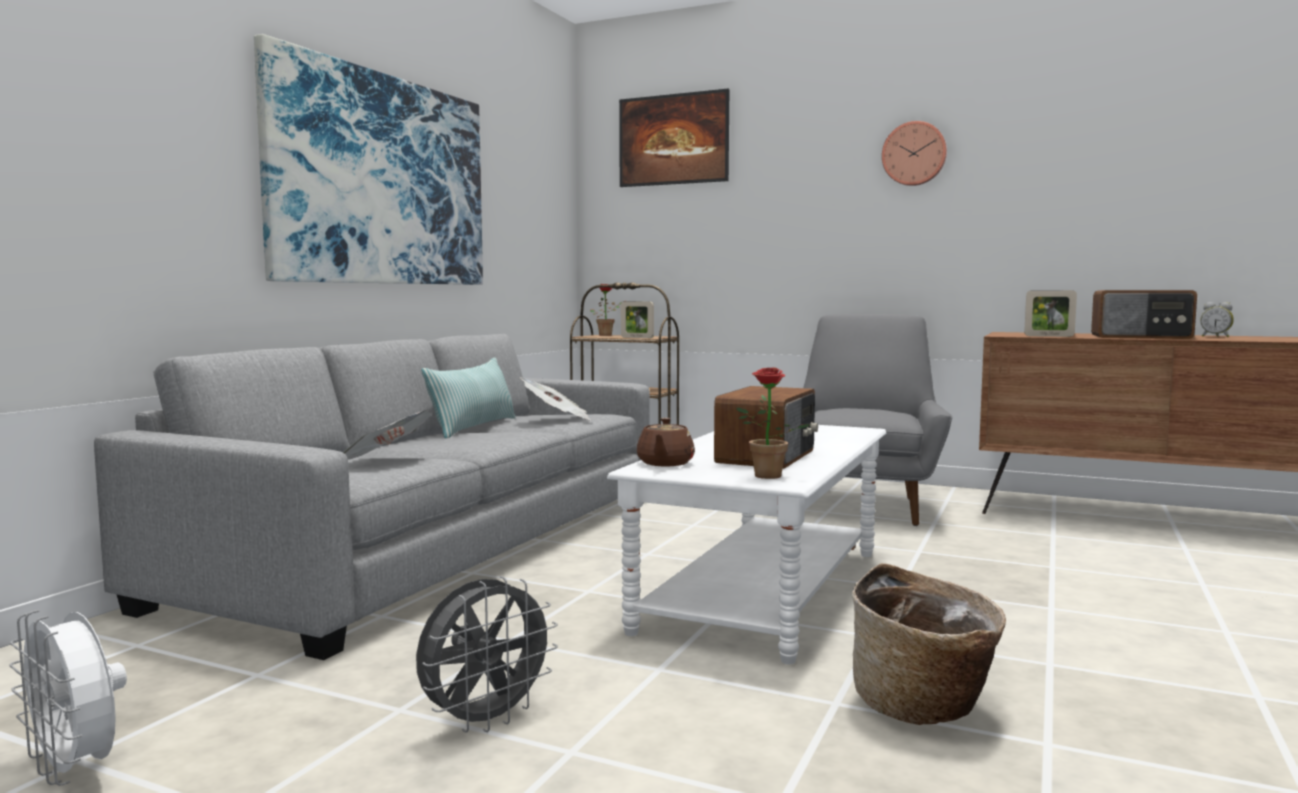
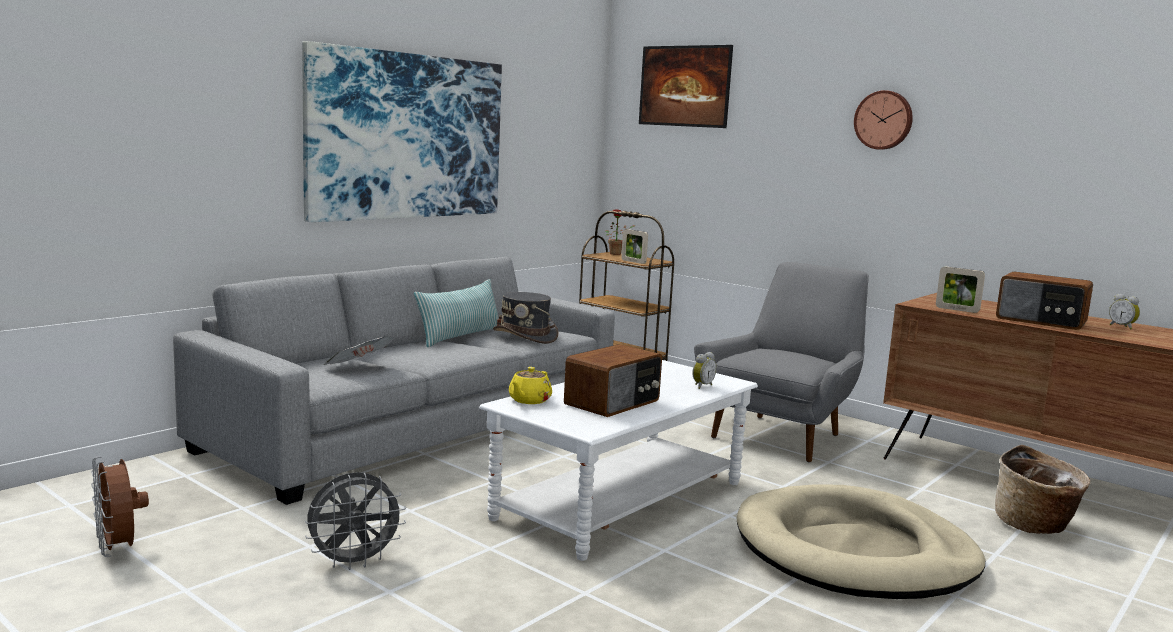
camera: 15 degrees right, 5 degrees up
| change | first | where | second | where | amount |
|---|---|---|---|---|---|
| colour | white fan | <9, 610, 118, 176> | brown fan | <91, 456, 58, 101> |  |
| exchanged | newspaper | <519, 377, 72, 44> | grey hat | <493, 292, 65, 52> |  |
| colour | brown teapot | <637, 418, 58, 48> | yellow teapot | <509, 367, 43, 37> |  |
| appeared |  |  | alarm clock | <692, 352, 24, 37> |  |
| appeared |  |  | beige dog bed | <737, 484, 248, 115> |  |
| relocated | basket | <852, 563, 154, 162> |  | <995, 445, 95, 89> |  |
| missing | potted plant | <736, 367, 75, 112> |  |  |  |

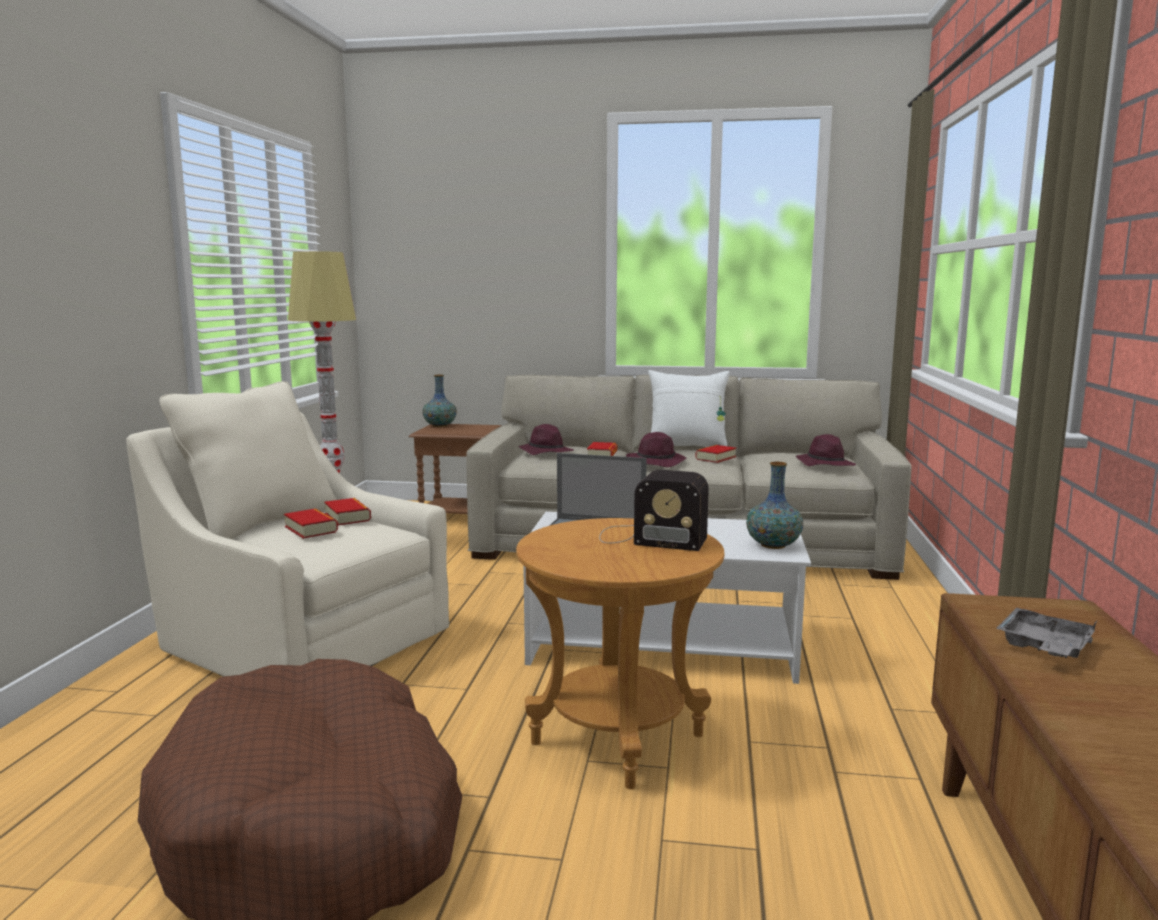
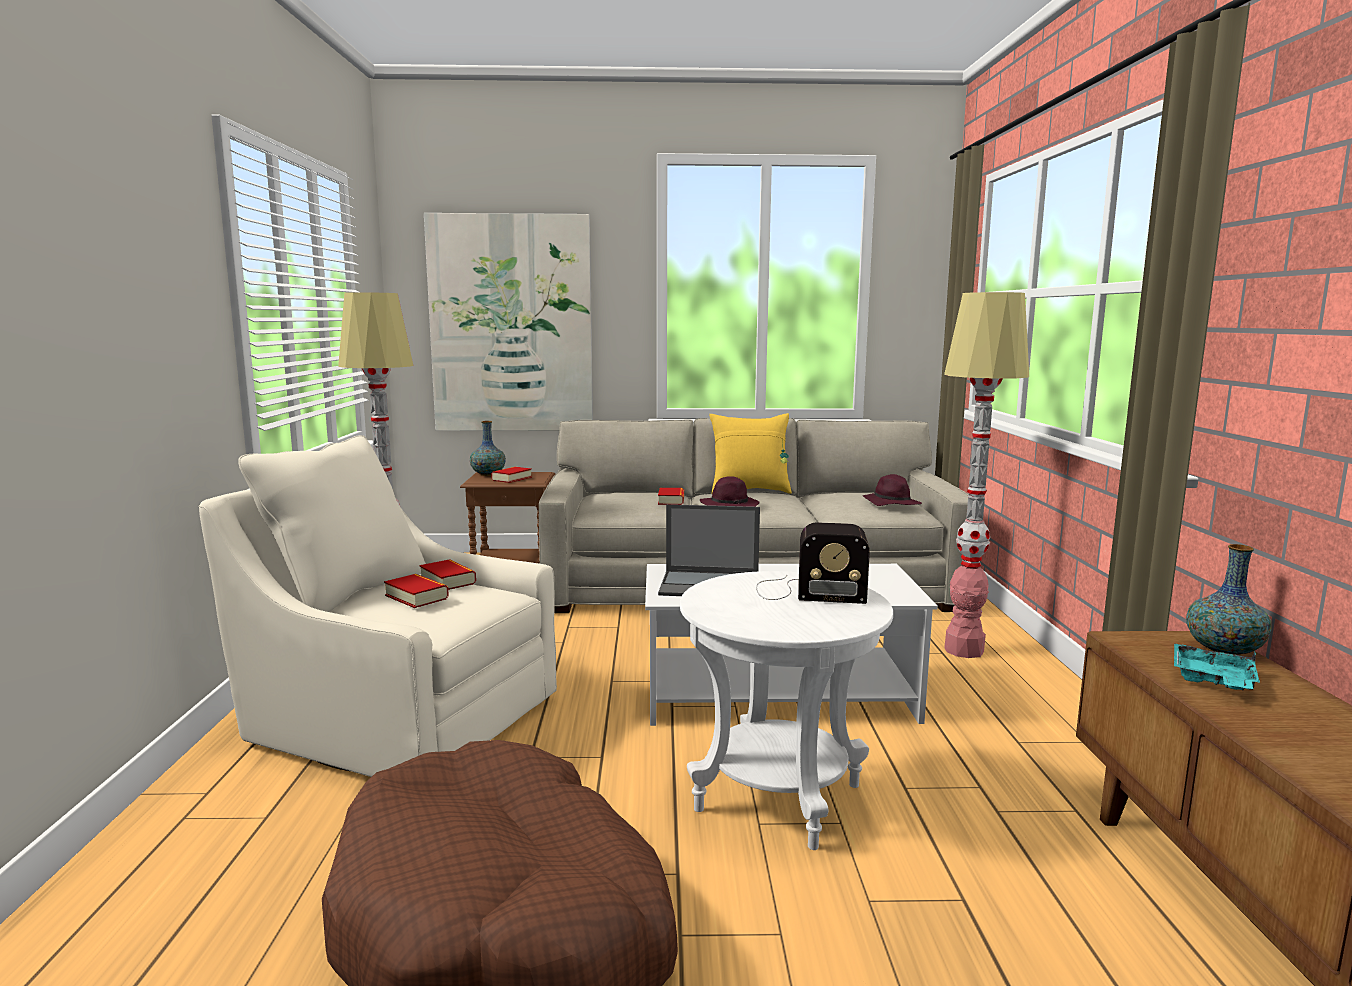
camera: 10 degrees left, 0 degrees up
| change | first | where | second | where | amount |
|---|---|---|---|---|---|
| appeared |  |  | picture | <424, 213, 169, 218> |  |
| relocated | book | <696, 445, 41, 18> |  | <491, 467, 41, 16> |  |
| colour | brown side table | <516, 518, 208, 271> | white side table | <680, 571, 213, 279> |  |
| colour | white pillow | <648, 370, 81, 77> | yellow pillow | <709, 413, 83, 81> |  |
| appeared |  |  | floor lamp | <944, 292, 85, 366> |  |
| colour | grey tray | <996, 608, 101, 50> | turquoise tray | <1174, 643, 86, 48> |  |
| relocated | vase | <746, 462, 57, 87> |  | <1186, 544, 86, 112> |  |
| missing | purple hat | <518, 424, 56, 31> |  |  |  |

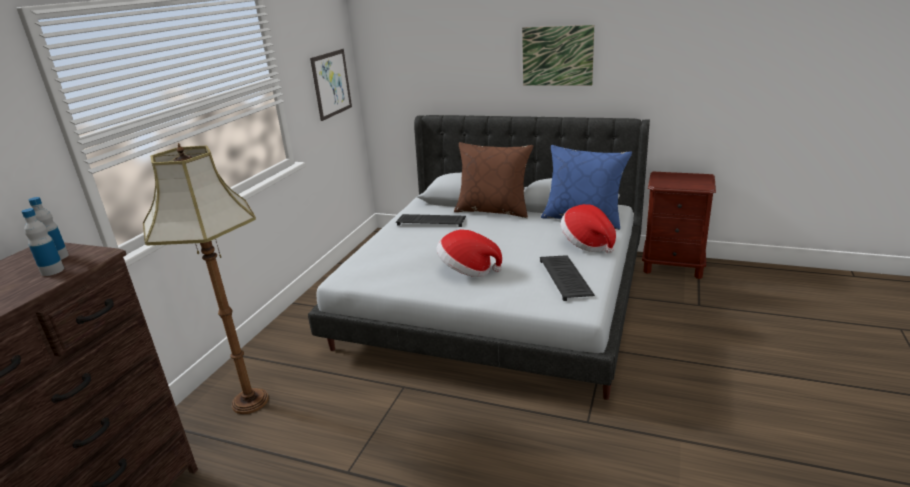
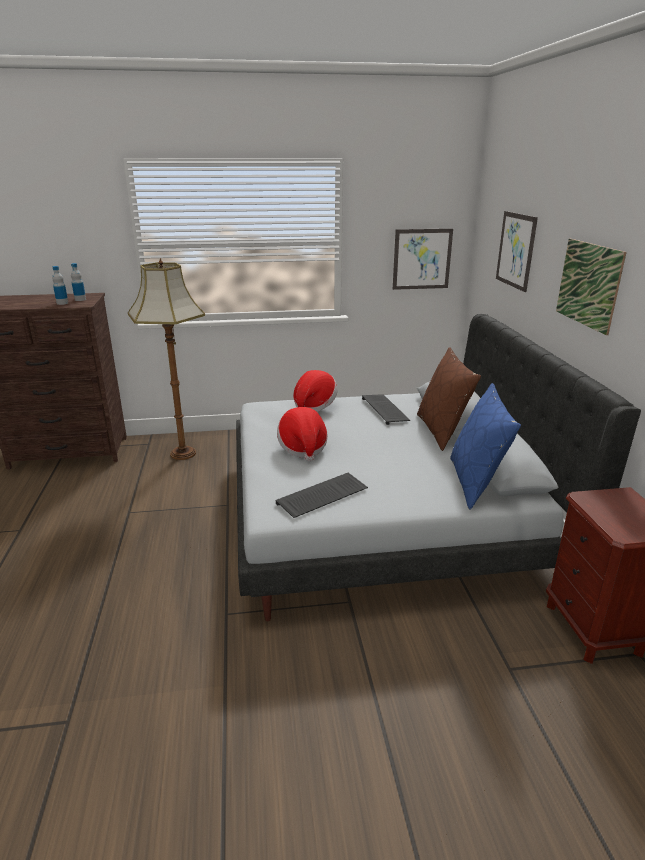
camera: 60 degrees right, 0 degrees up
| change | first | where | second | where | amount |
|---|---|---|---|---|---|
| relocated | hat | <561, 204, 55, 49> |  | <293, 370, 45, 42> |  |
| appeared |  |  | picture | <496, 211, 42, 81> |  |

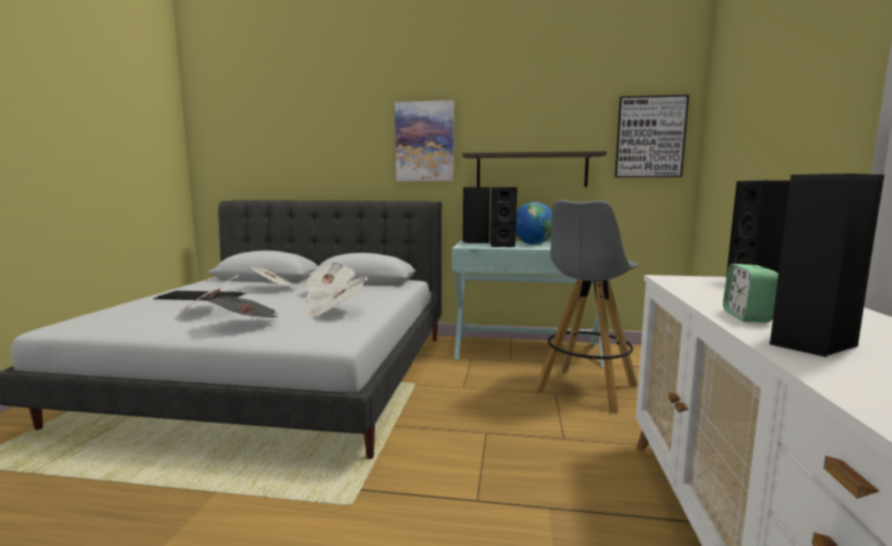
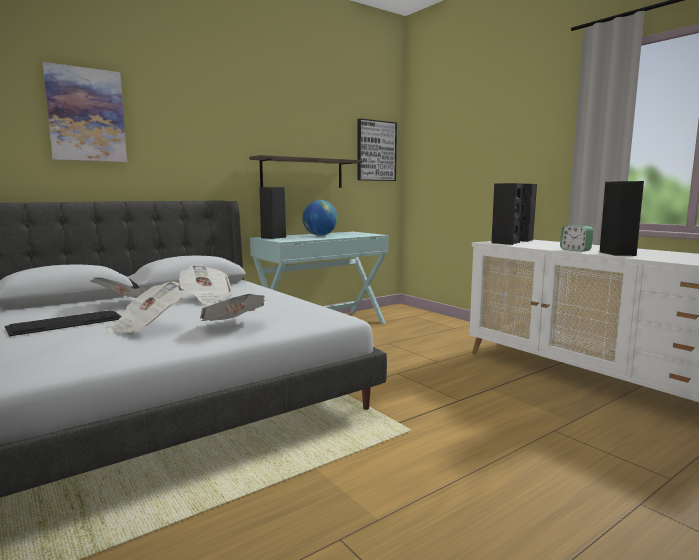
camera: 45 degrees left, 0 degrees up
| change | first | where | second | where | amount |
|---|---|---|---|---|---|
| relocated | picture | <395, 100, 59, 81> |  | <43, 62, 84, 100> |  |
| relocated | black speaker | <490, 187, 27, 60> |  | <491, 183, 33, 62> |  |
| missing | newspaper | <306, 277, 62, 40> |  |  |  |
| missing | grey stool | <534, 200, 105, 212> |  |  |  |

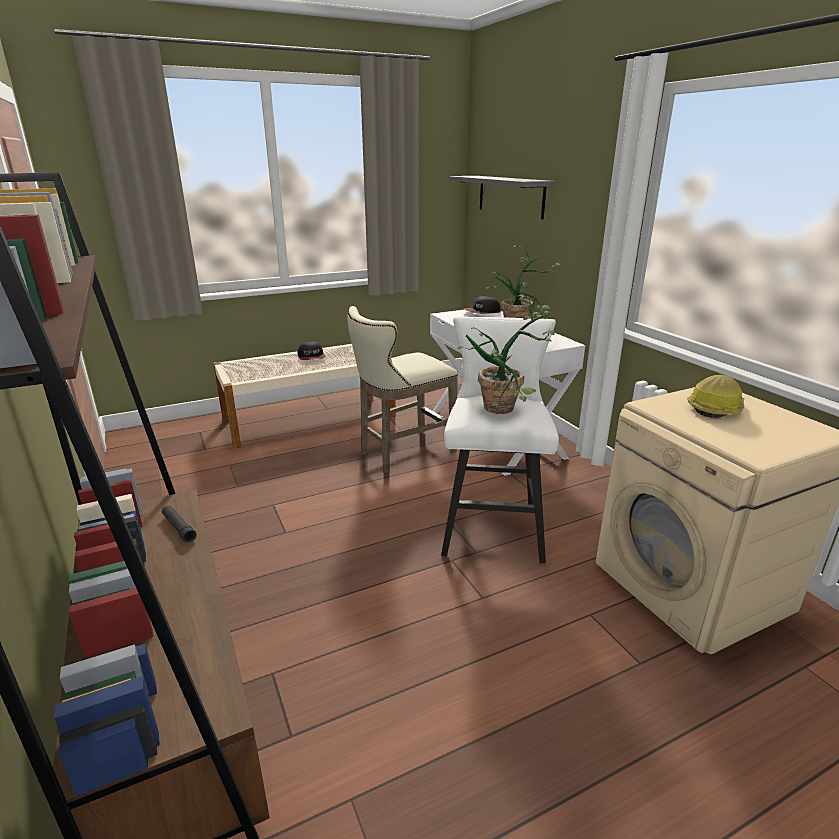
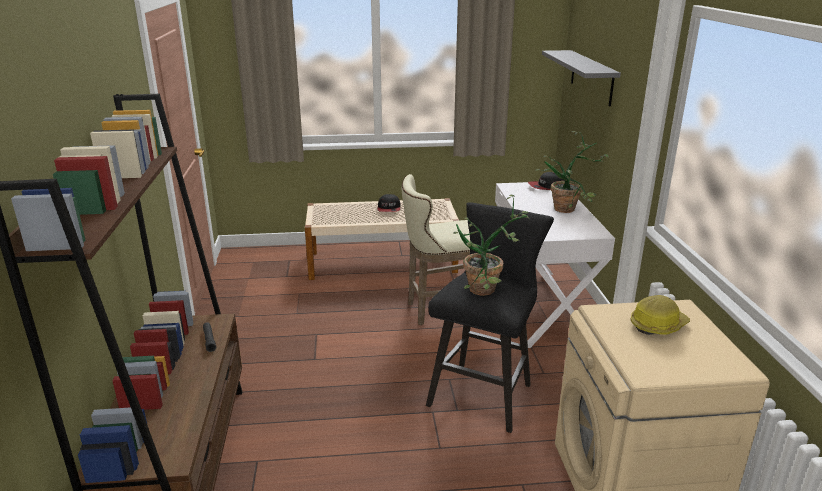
camera: 20 degrees right, 0 degrees up
| change | first | where | second | where | amount |
|---|---|---|---|---|---|
| colour | white stool | <441, 316, 118, 247> | black stool | <426, 202, 128, 231> |  |

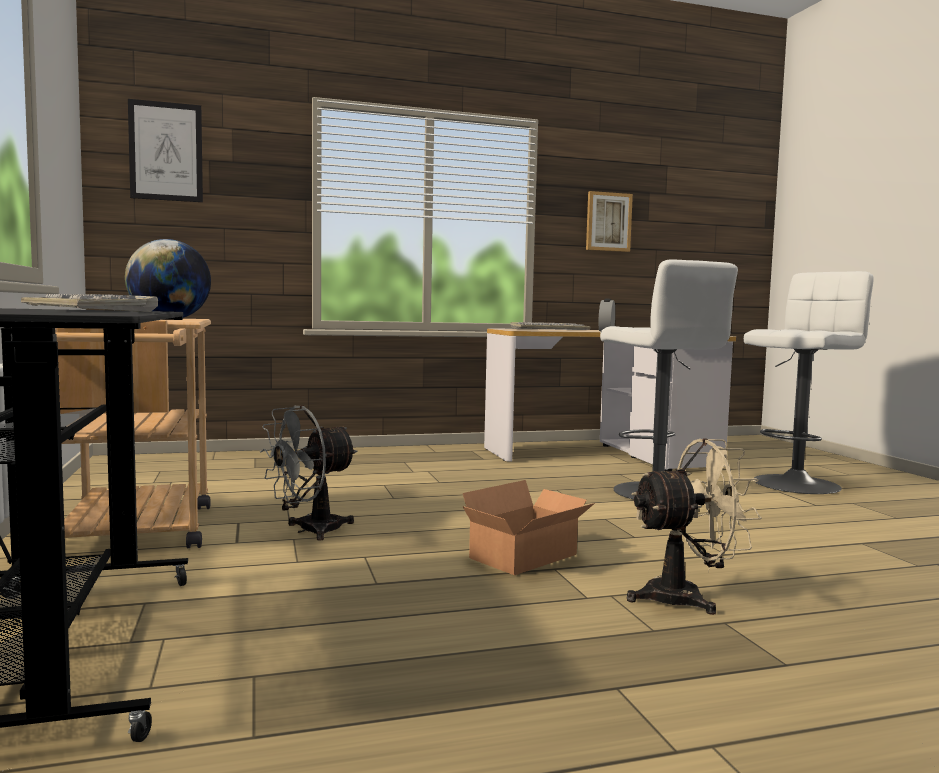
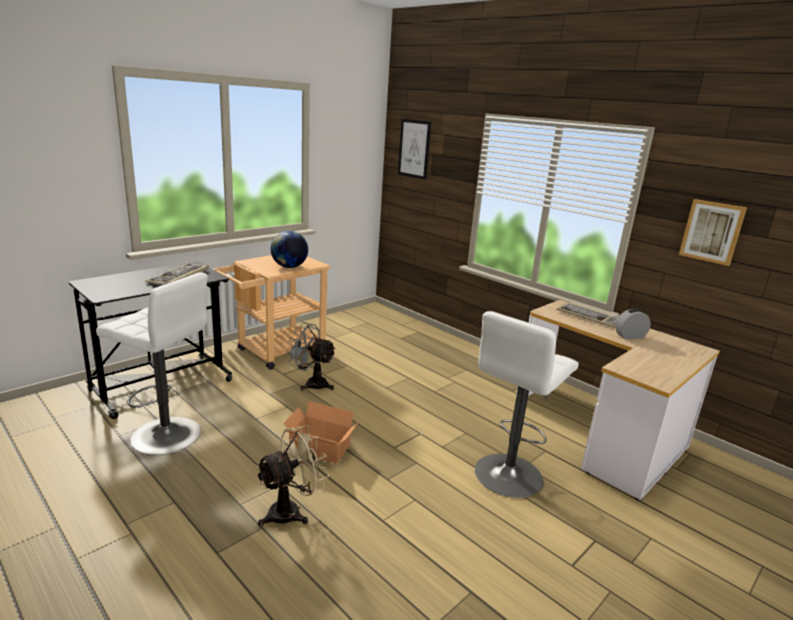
camera: 60 degrees right, 15 degrees up
| change | first | where | second | where | amount |
|---|---|---|---|---|---|
| relocated | white stool | <744, 271, 130, 223> |  | <96, 272, 112, 183> |  |
| spun | beige fan | <626, 438, 136, 177> |  | <256, 425, 73, 102> | 90 degrees counterclockwise |

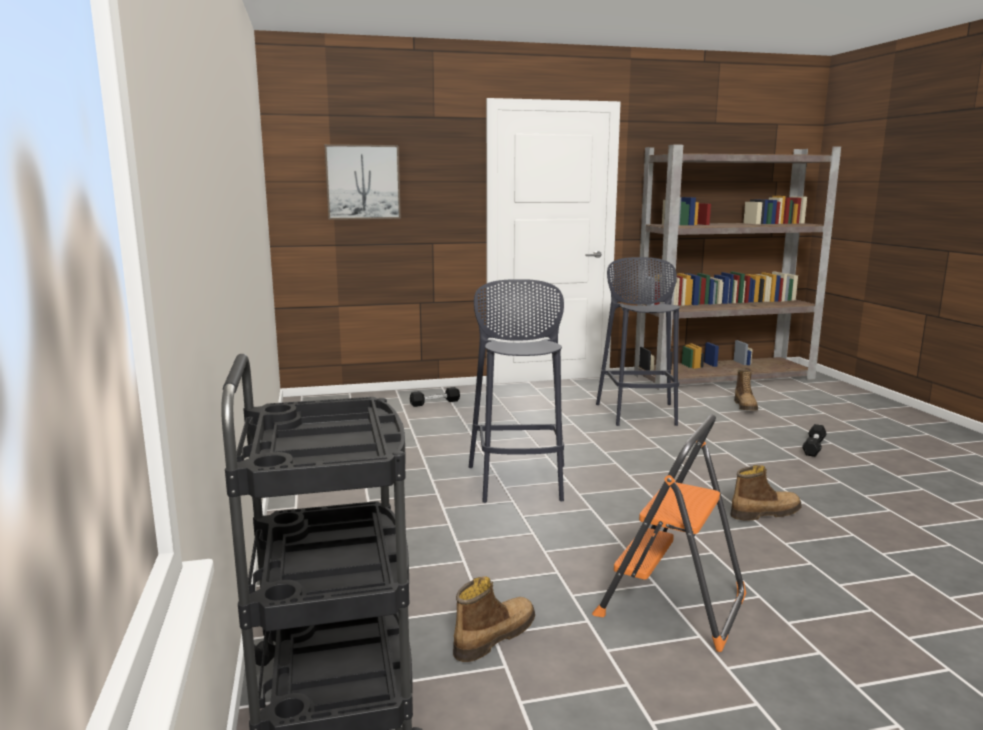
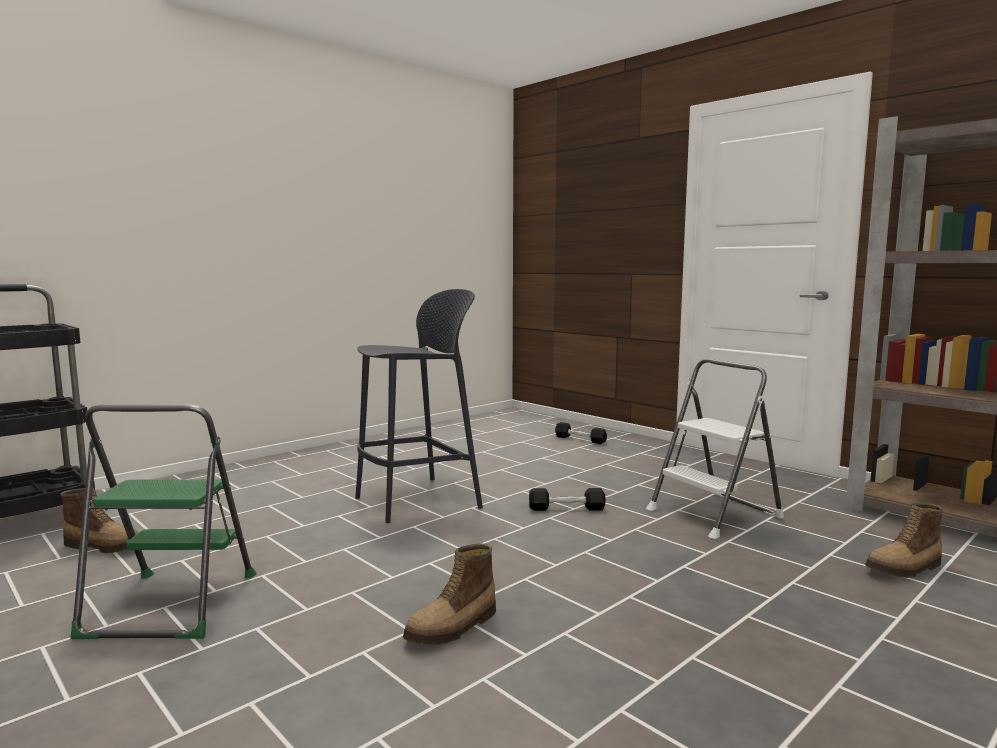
camera: 60 degrees right, 5 degrees down
| change | first | where | second | where | amount |
|---|---|---|---|---|---|
| colour | orange step ladder | <592, 415, 154, 237> | green step ladder | <71, 404, 186, 235> |  |
| spun | boot | <730, 465, 72, 56> |  | <403, 544, 93, 101> | 90 degrees clockwise |
| relocated | black dumbbell | <802, 424, 25, 33> |  | <529, 488, 77, 23> |  |
| exchanged | grey stool | <596, 257, 84, 169> | white step ladder | <646, 359, 138, 180> |  |
| missing | picture | <325, 144, 76, 76> |  |  |  |

